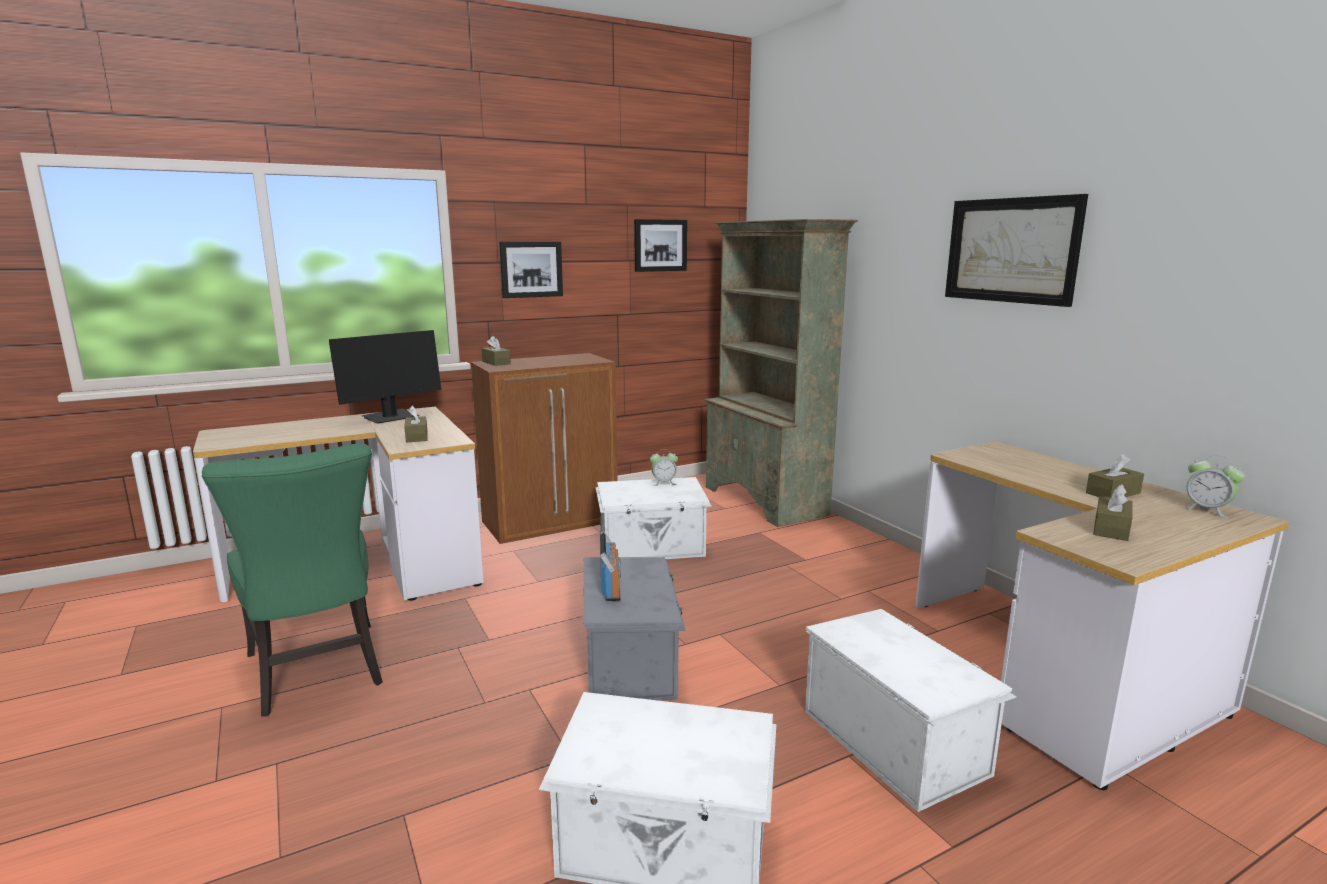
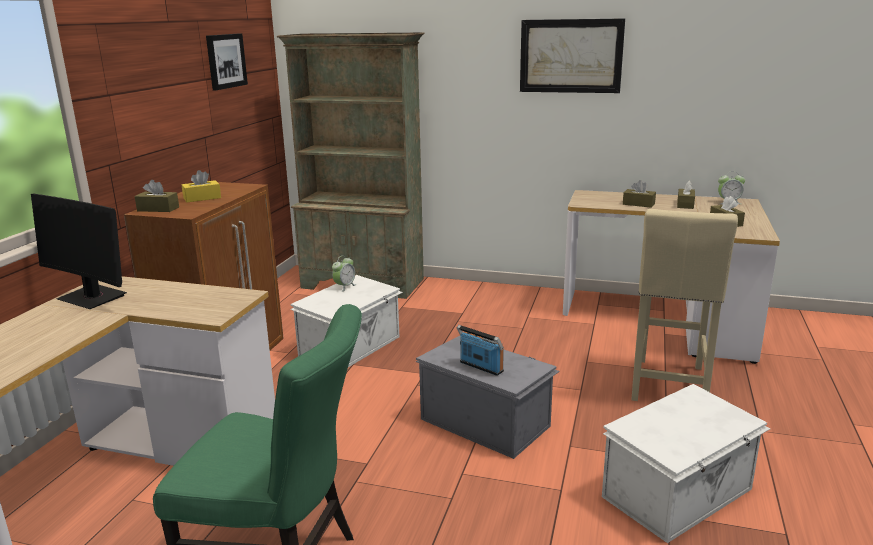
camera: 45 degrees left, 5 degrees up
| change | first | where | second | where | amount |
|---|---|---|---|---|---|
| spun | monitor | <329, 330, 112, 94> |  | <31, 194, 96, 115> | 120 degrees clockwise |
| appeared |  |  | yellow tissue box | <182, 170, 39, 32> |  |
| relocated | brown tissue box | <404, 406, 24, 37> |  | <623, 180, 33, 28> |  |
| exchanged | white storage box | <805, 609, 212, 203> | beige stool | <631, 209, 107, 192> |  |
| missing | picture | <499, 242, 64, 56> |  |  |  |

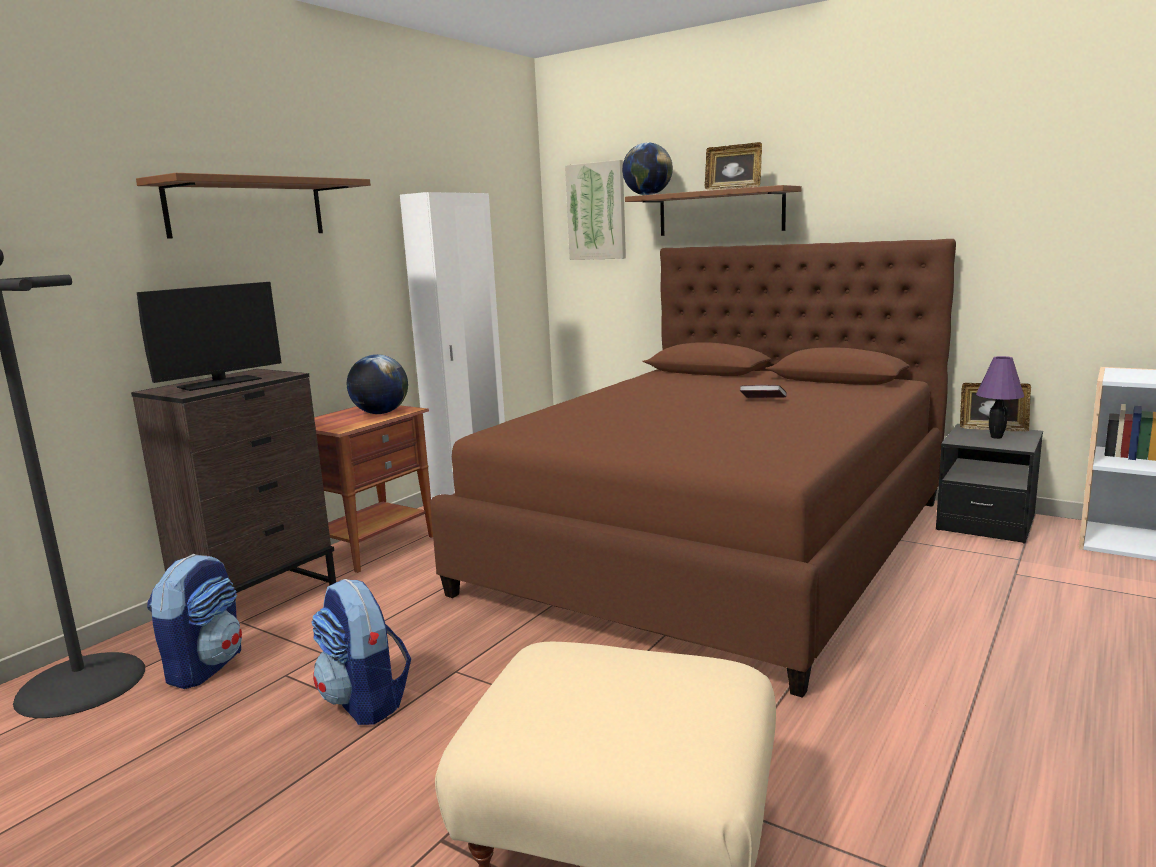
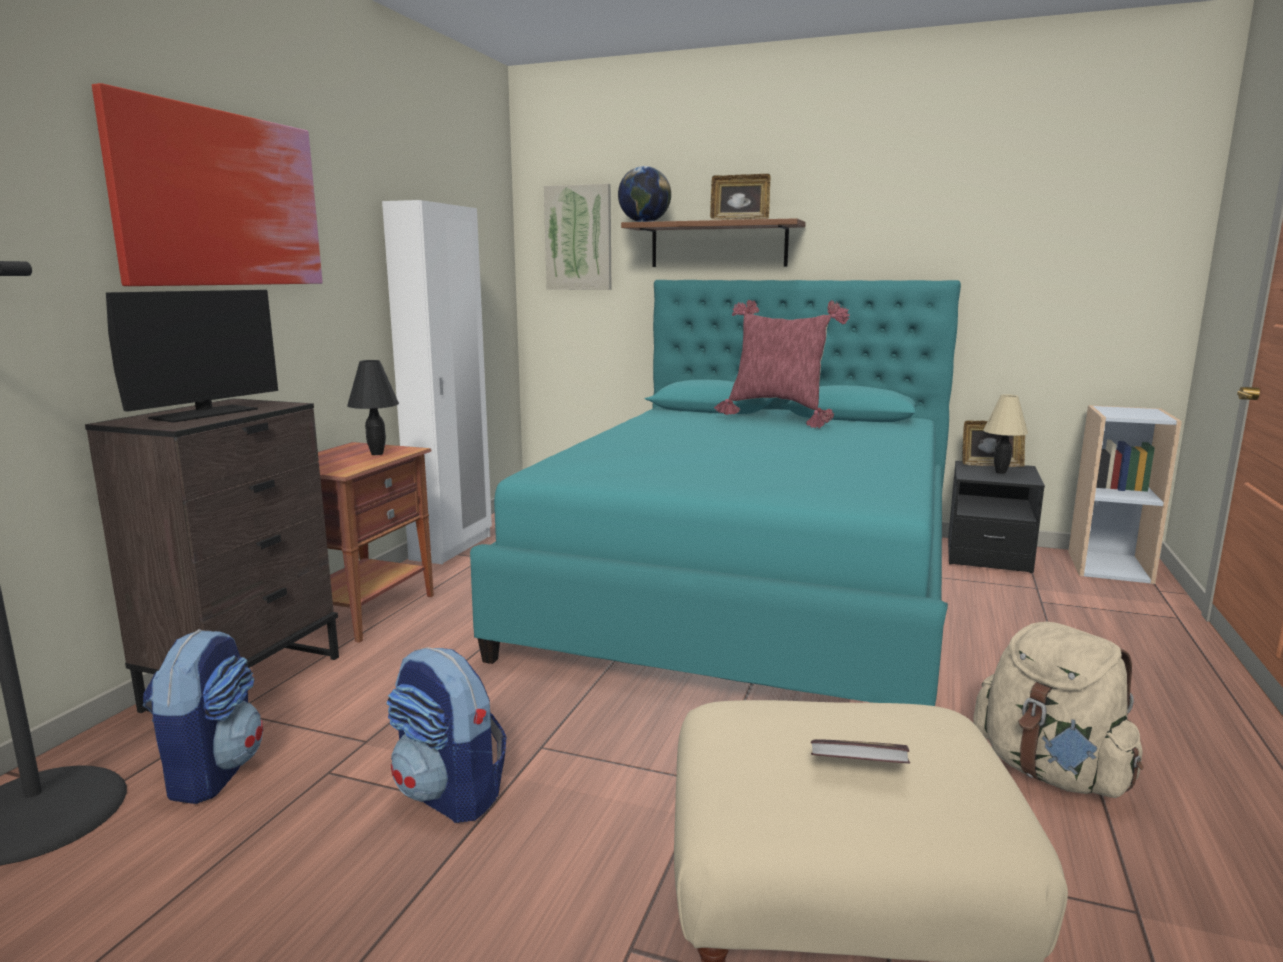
camera: 15 degrees left, 0 degrees up
| change | first | where | second | where | amount |
|---|---|---|---|---|---|
| exchanged | brown shelf | <136, 173, 235, 66> | picture | <92, 83, 231, 203> |  |
| exchanged | globe | <347, 354, 61, 60> | black table lamp | <347, 360, 52, 95> |  |
| colour | brown bed | <430, 239, 526, 459> | turquoise bed | <470, 280, 491, 426> |  |
| appeared |  |  | red pillow | <715, 300, 135, 129> |  |
| relocated | book | <740, 385, 47, 13> |  | <811, 739, 99, 25> |  |
| appeared |  |  | beige backpack | <973, 622, 171, 176> |  |
| colour | purple table lamp | <976, 356, 48, 83> | beige table lamp | <983, 394, 45, 80> |  |

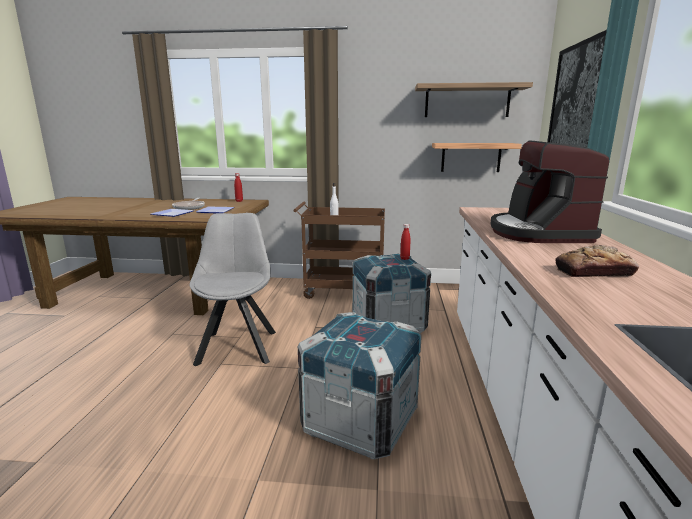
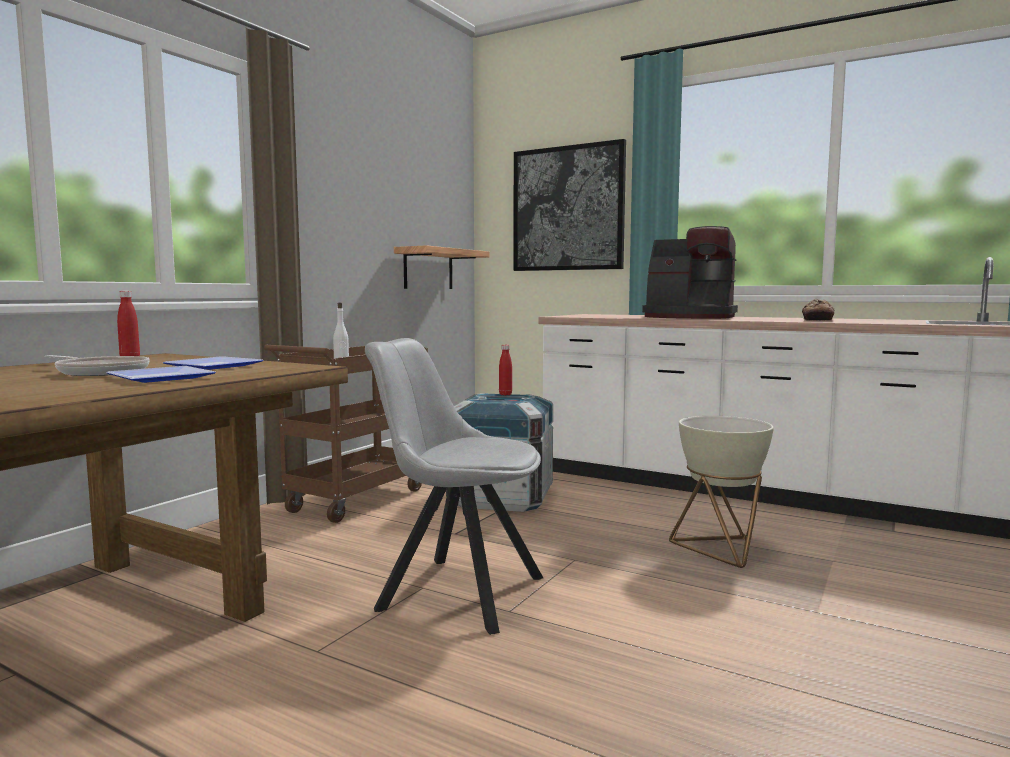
camera: 65 degrees left, 10 degrees down
| change | first | where | second | where | amount |
|---|---|---|---|---|---|
| exchanged | crate | <298, 312, 124, 147> | planter | <669, 416, 105, 152> |  |
| missing | shelf | <415, 82, 118, 35> |  |  |  |

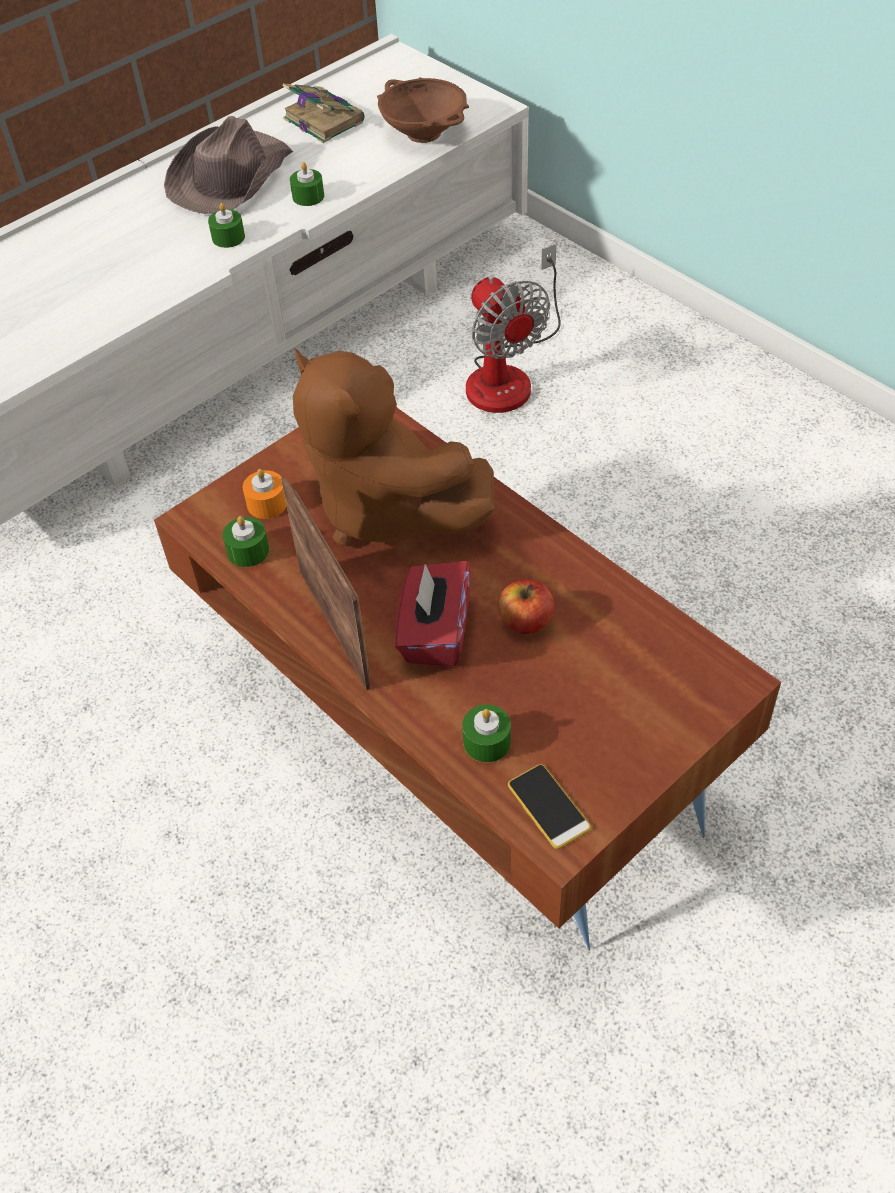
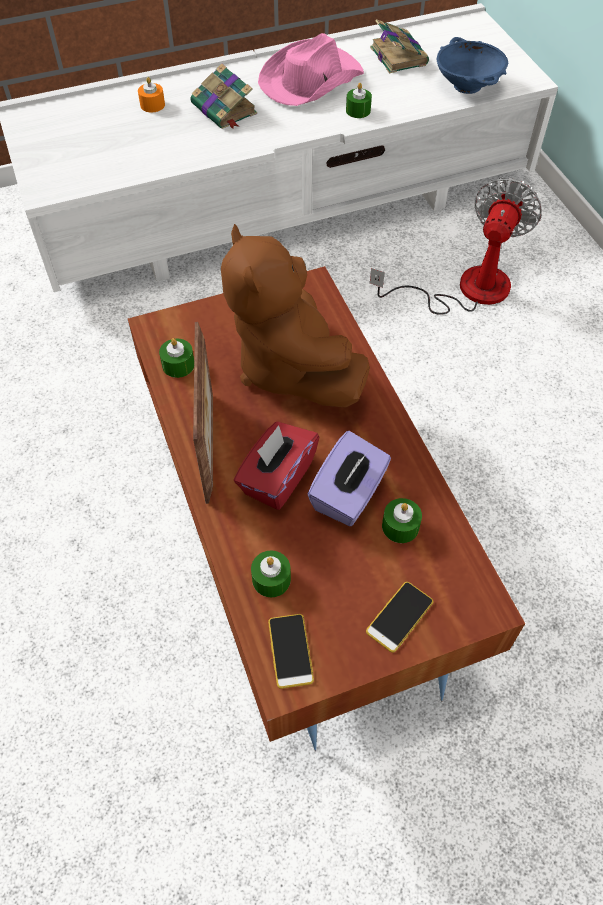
camera: 20 degrees right, 5 degrees up
| change | first | where | second | where | amount |
|---|---|---|---|---|---|
| relocated | orange candle | <243, 469, 44, 50> |  | <138, 77, 27, 35> |  |
| appeared |  |  | book | <190, 63, 67, 66> |  |
| colour | brown hat | <164, 116, 129, 98> | pink hat | <258, 33, 106, 73> |  |
| exchanged | apple | <498, 580, 56, 54> | purple tissue box | <308, 431, 83, 95> |  |
| appeared |  |  | phone | <366, 582, 67, 71> |  |
| spun | fan | <466, 244, 95, 169> |  | <370, 178, 172, 137> | 150 degrees counterclockwise |
| relocated | green candle | <208, 203, 37, 45> |  | <382, 498, 40, 45> |  |
| colour | brown bowl | <377, 77, 92, 66> | blue bowl | <437, 37, 71, 57> |  |

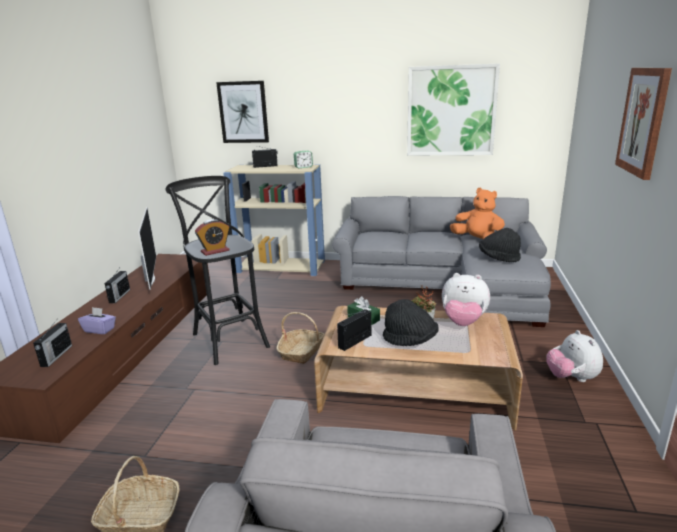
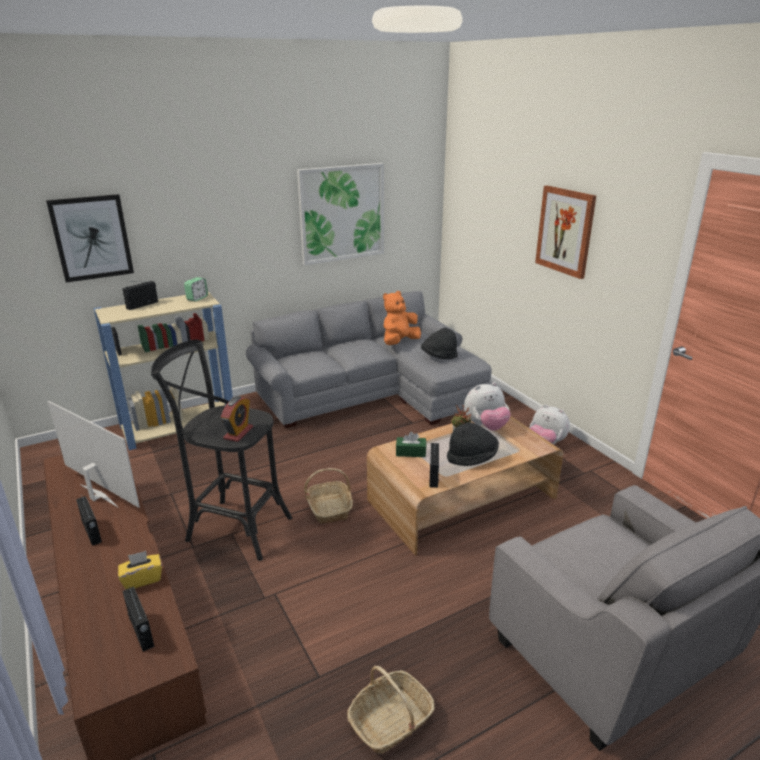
camera: 40 degrees left, 5 degrees up
| change | first | where | second | where | amount |
|---|---|---|---|---|---|
| colour | purple tissue box | <78, 307, 38, 27> | yellow tissue box | <118, 551, 44, 38> |  |
| spun | orange plush toy | <450, 188, 55, 51> |  | <383, 291, 38, 54> | 45 degrees counterclockwise |

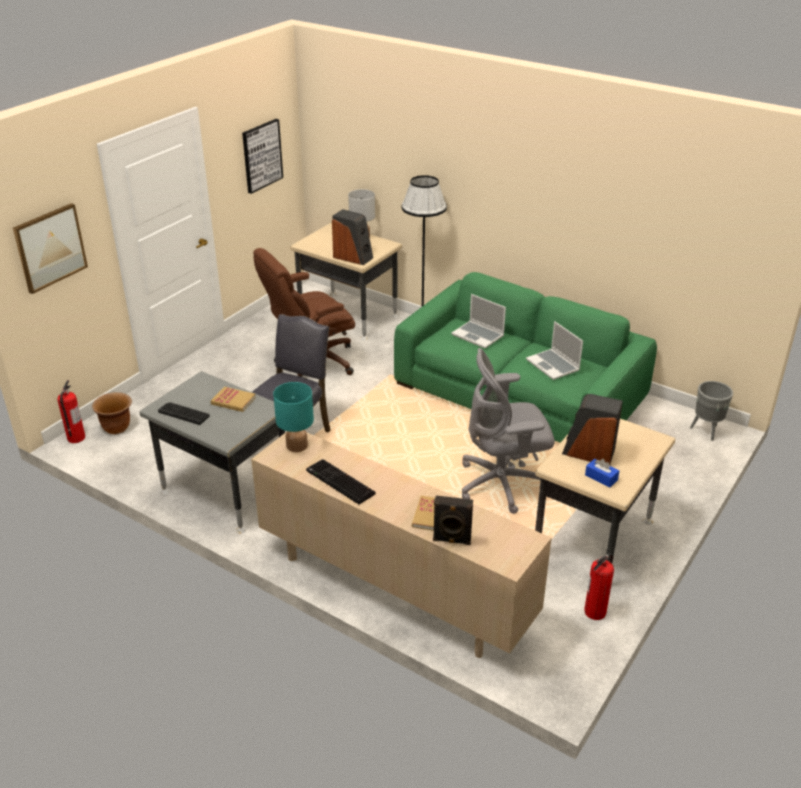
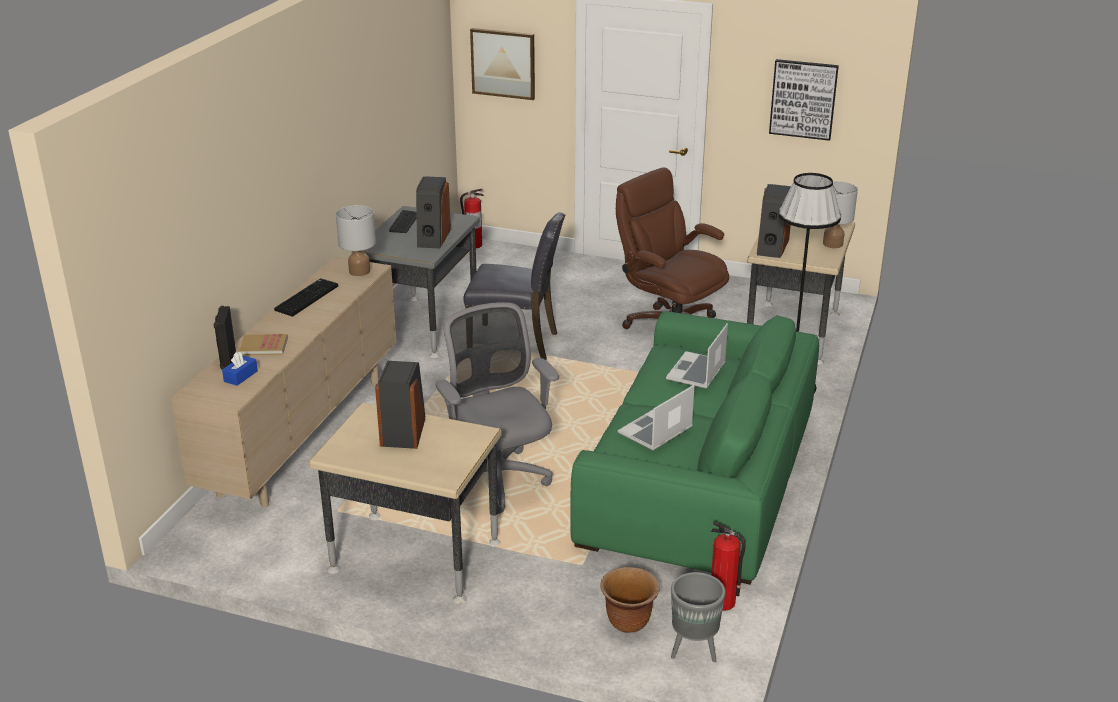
camera: 75 degrees right, 5 degrees down
| change | first | where | second | where | amount |
|---|---|---|---|---|---|
| relocated | blue tissue box | <585, 459, 34, 29> |  | <222, 352, 36, 34> |  |
| colour | turquoise table lamp | <273, 382, 41, 70> | grey table lamp | <336, 205, 40, 71> |  |
| exchanged | book | <211, 387, 45, 25> | speaker | <416, 176, 35, 72> |  |
| relocated | brown planter | <92, 392, 40, 42> |  | <600, 567, 60, 66> |  |
| relocated | fire extinguisher | <584, 553, 30, 67> |  | <711, 521, 35, 90> |  |

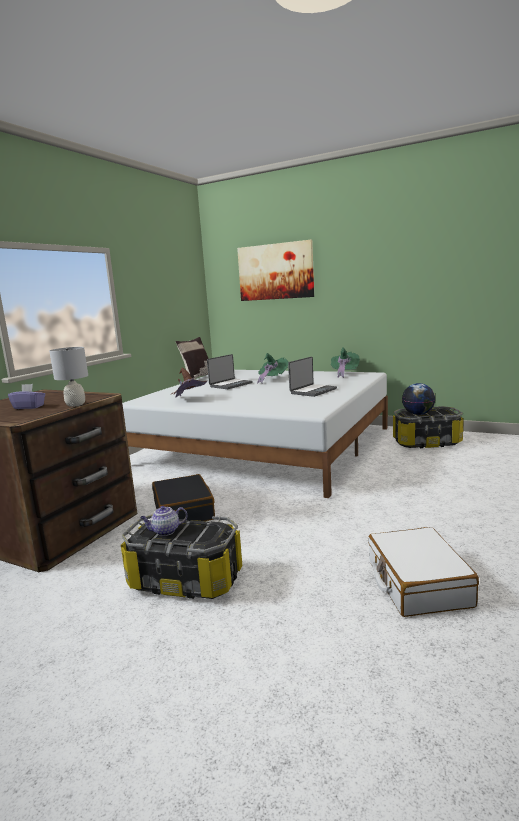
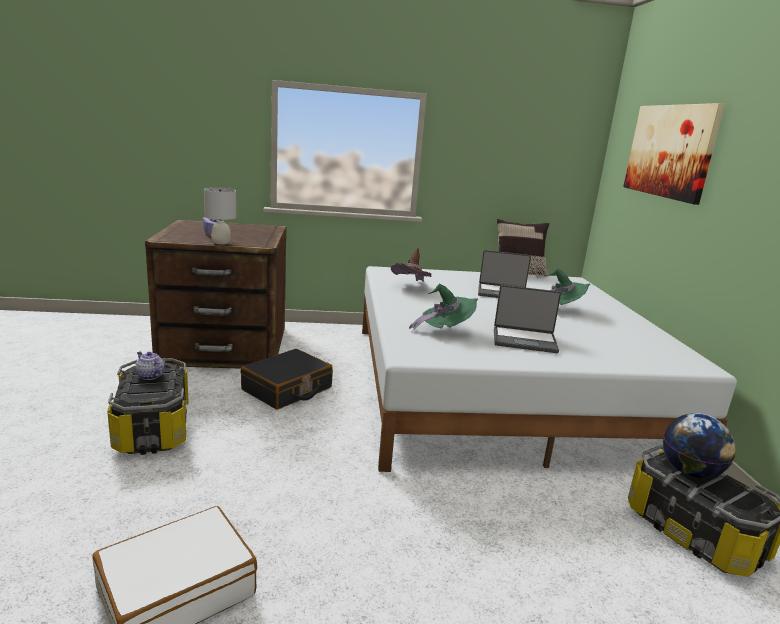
camera: 55 degrees right, 5 degrees up
| change | first | where | second | where | amount |
|---|---|---|---|---|---|
| relocated | green hat | <331, 347, 29, 31> |  | <409, 283, 69, 49> |  |

